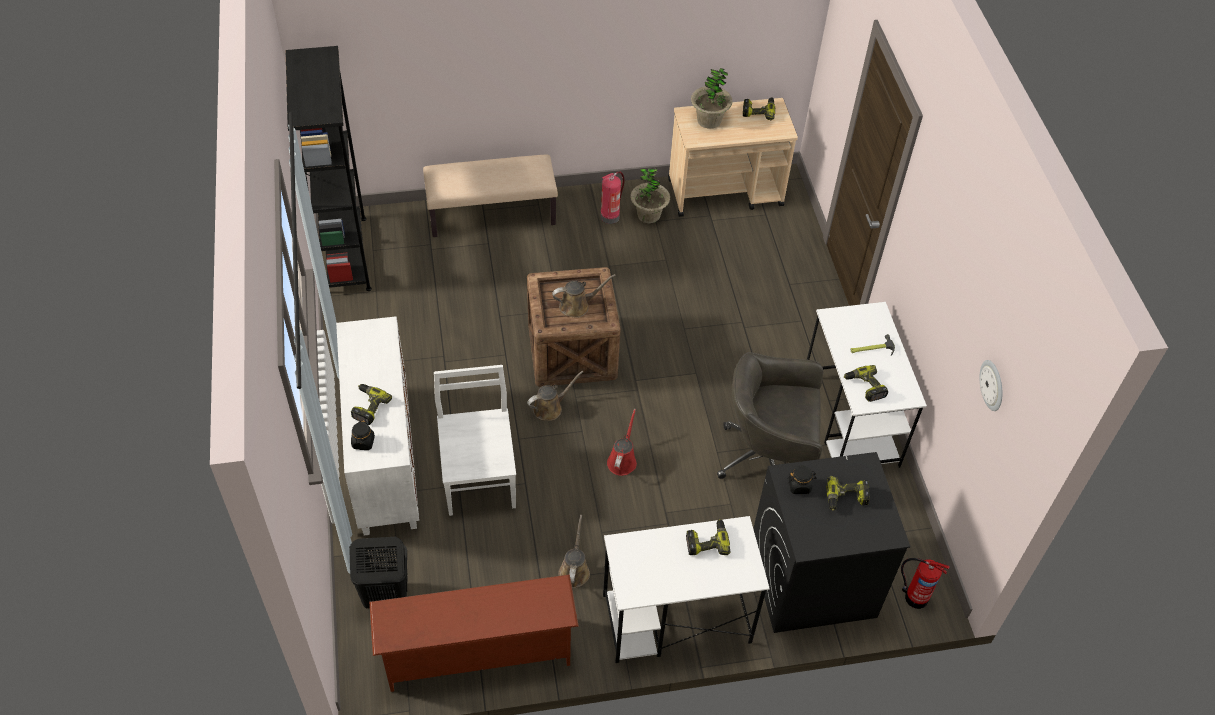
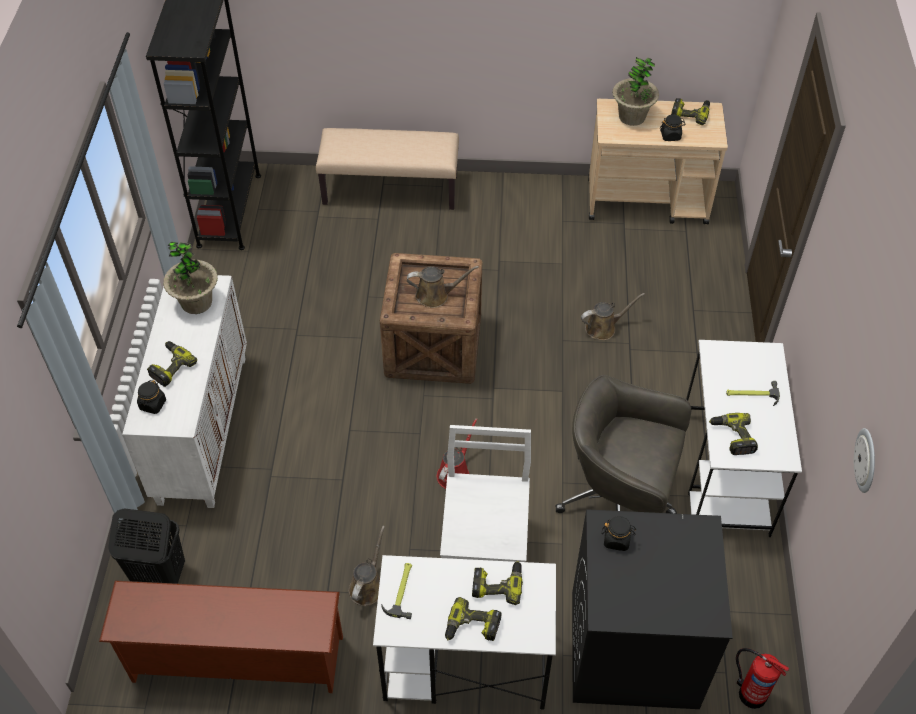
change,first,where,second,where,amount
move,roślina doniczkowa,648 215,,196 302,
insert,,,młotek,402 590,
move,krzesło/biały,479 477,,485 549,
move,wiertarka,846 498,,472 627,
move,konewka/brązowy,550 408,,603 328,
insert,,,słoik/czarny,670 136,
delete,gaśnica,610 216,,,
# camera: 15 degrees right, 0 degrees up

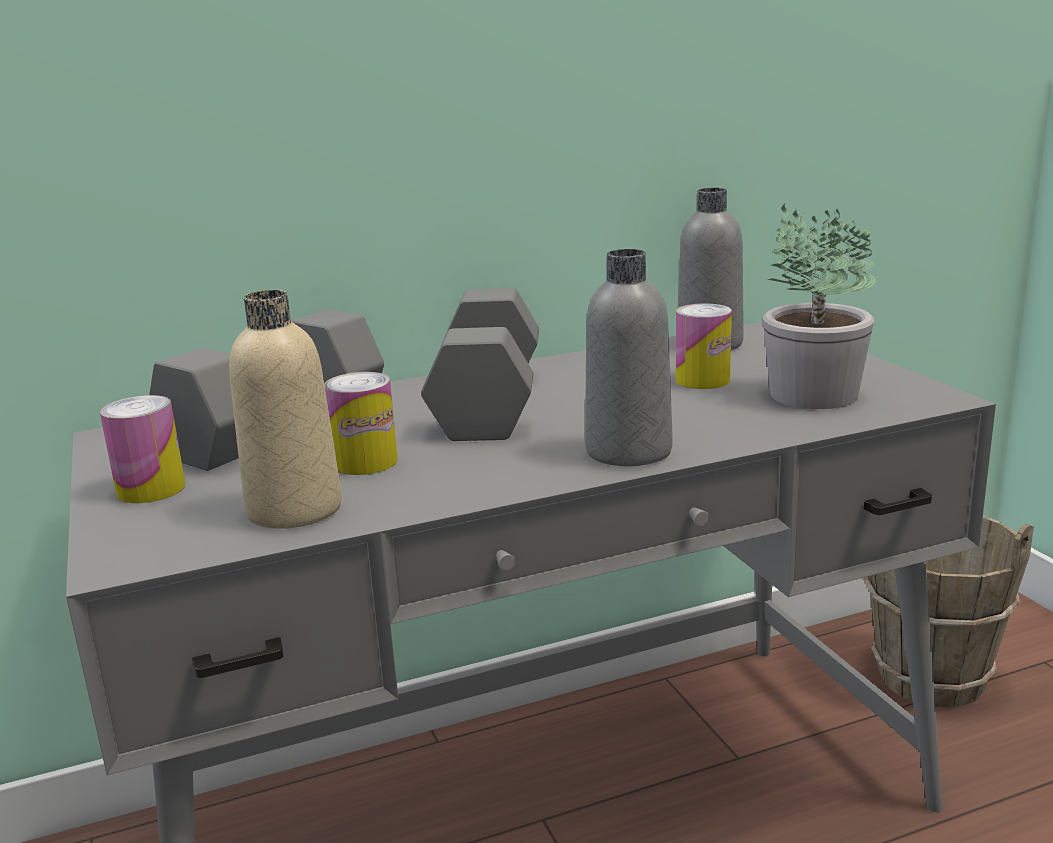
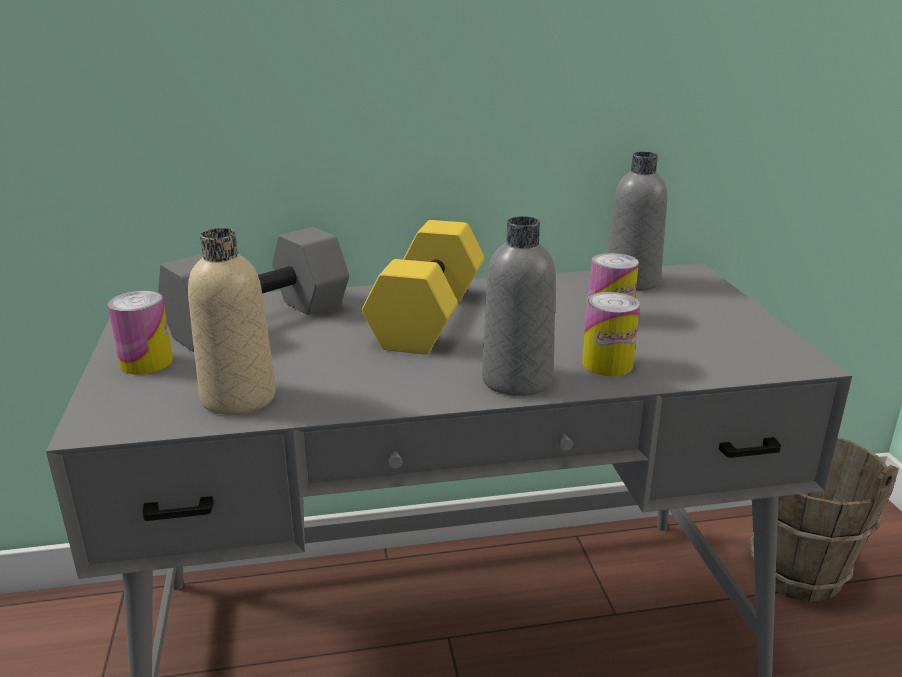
change,first,where,second,where,amount
recolor,hantel/szary,491 403,hantel/żółty,430 318,
move,puszka,365 462,,607 364,
delete,roślina doniczkowa,812 395,,,
# camera: 10 degrees right, 5 degrees up

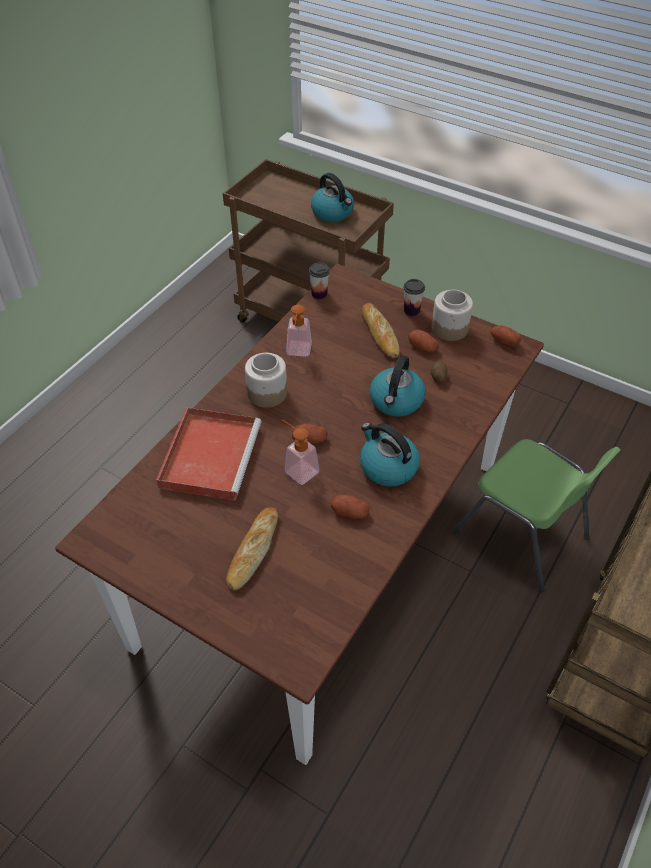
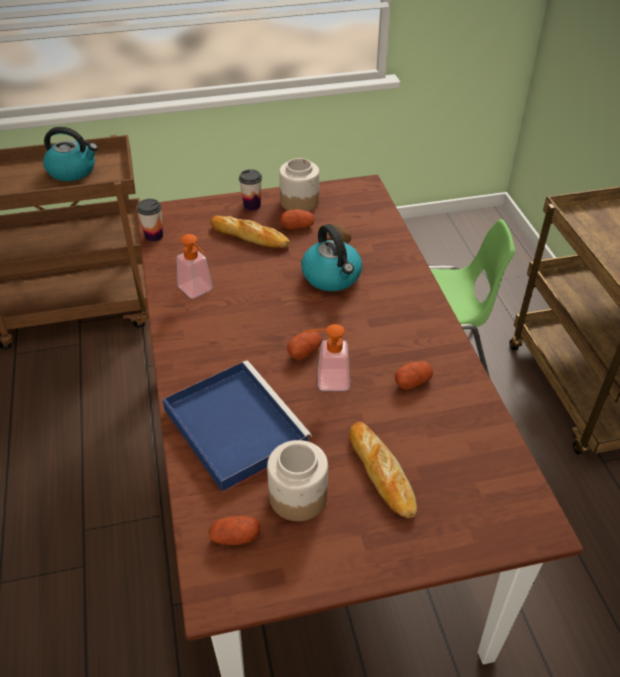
change,first,where,second,where,amount
recolor,taca/czerwony,210 454,taca/niebieski,233 426,
move,ziemniak,504 341,,235 537,
move,słoik,266 393,,297 497,
delete,czajnik,387 467,,,
# camera: 45 degrees left, 5 degrees down

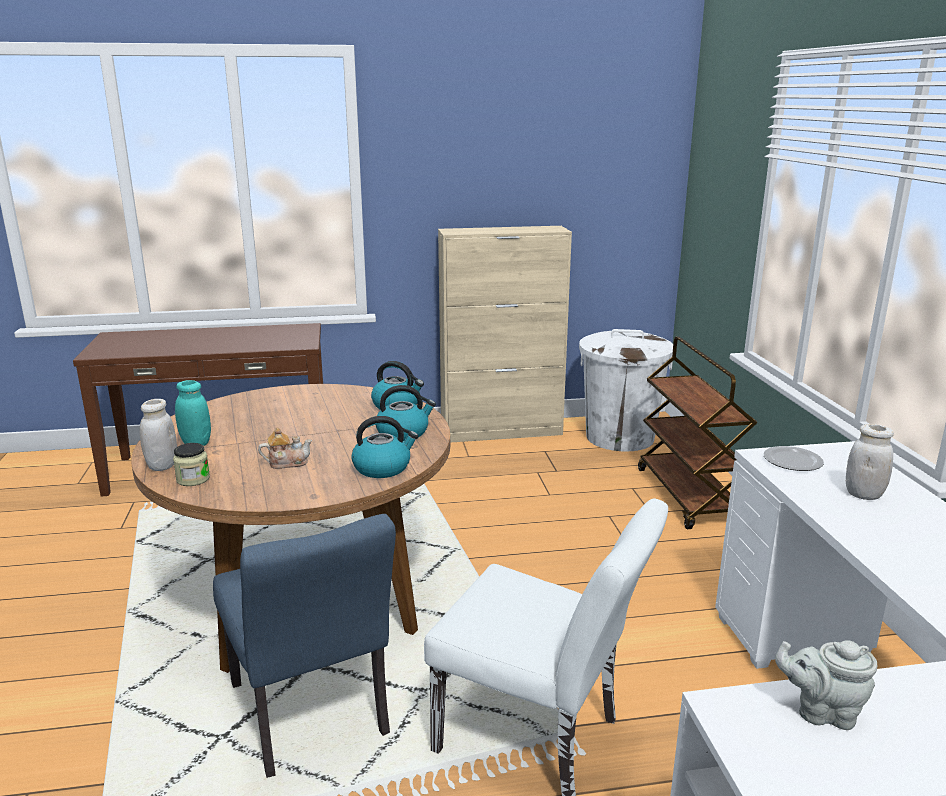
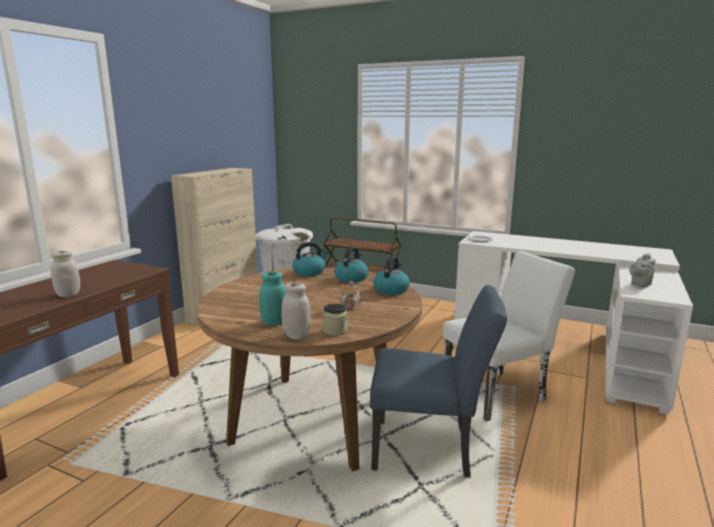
change,first,where,second,where,amount
move,słoik/biały,863 494,,68 294,
# camera: 55 degrees left, 5 degrees down

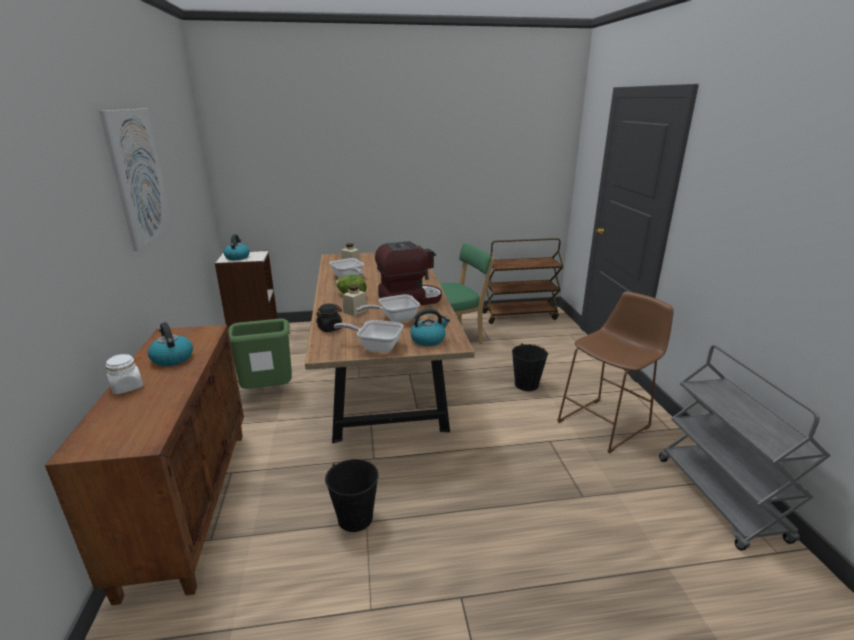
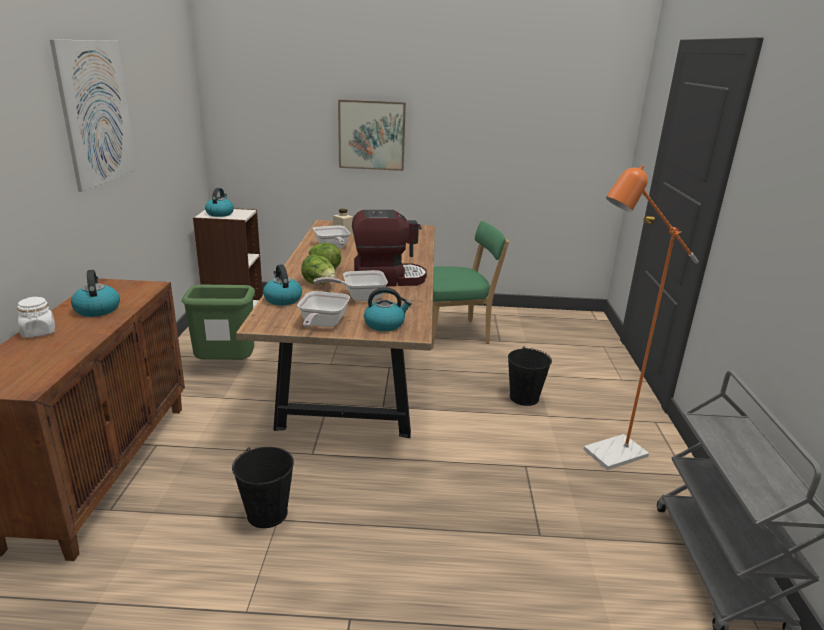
change,first,where,second,where,amount
replace,słoik/czarny,330 328,czajnik,282 299,
rotate,patelnia,376 346,,322 324,105 degrees counterclockwise
replace,słoik/beżowy,355 311,sałata,319 284,
insert,,,obraz,371 135,
replace,stołek/brązowy,607 423,lampa stojąca/pomarańczowy,607 456,
delete,wózek/brązowy,519 315,,,
# camera: 10 degrees right, 0 degrees up

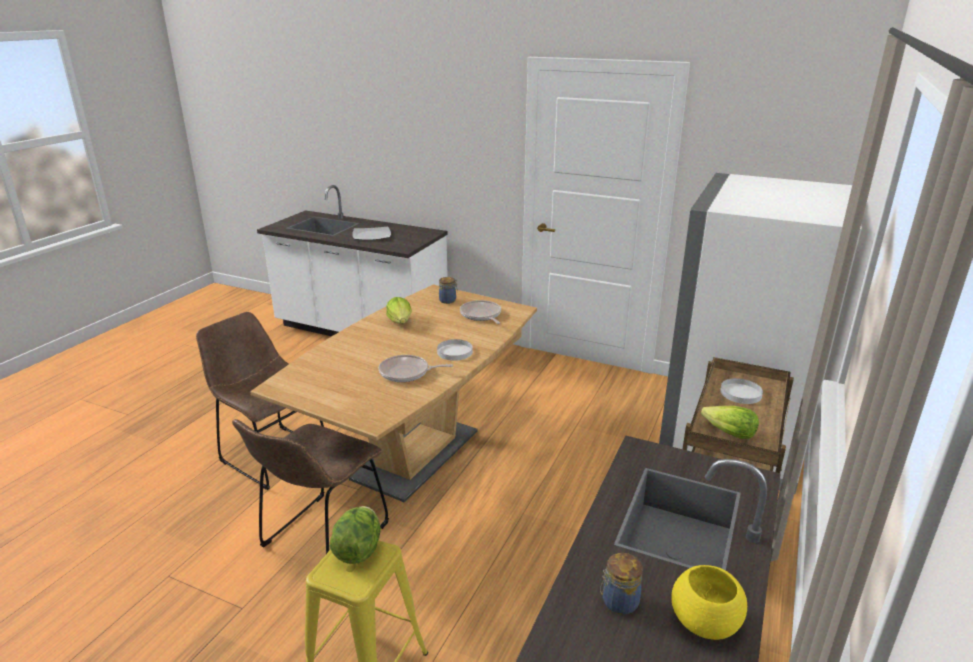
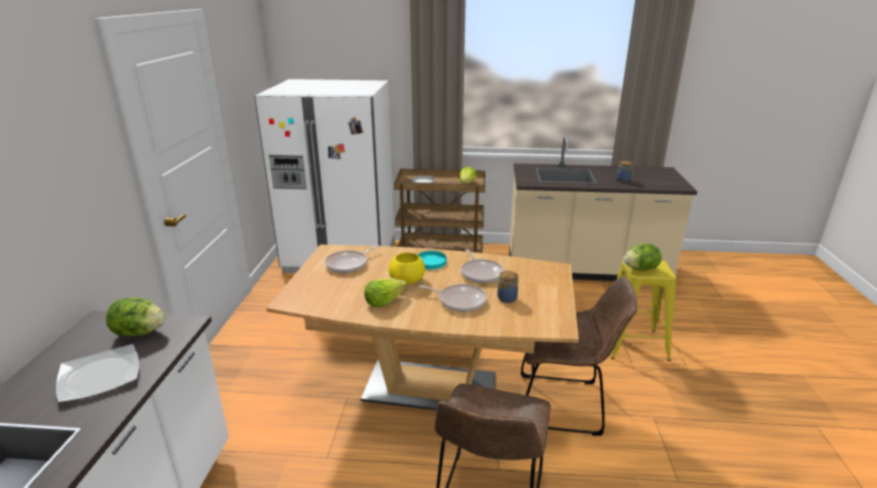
change,first,where,second,where,amount
insert,,,sałata,139 333,
move,miska/żółty,705 622,,407 280,
recolor,talerz/biały,455 352,talerz/turkusowy,431 262,
insert,,,patelnia,459 301,
move,słoik,448 300,,506 298,
# camera: 110 degrees left, 0 degrees up

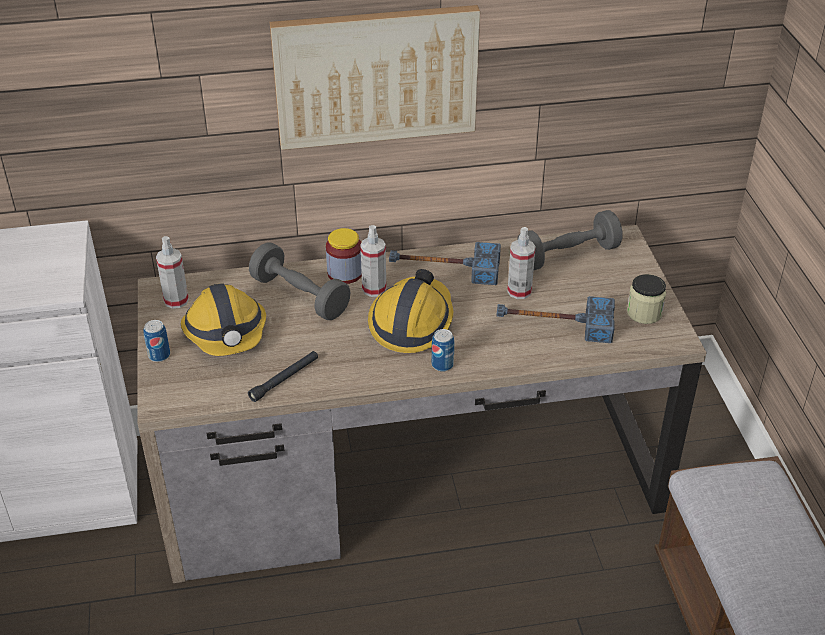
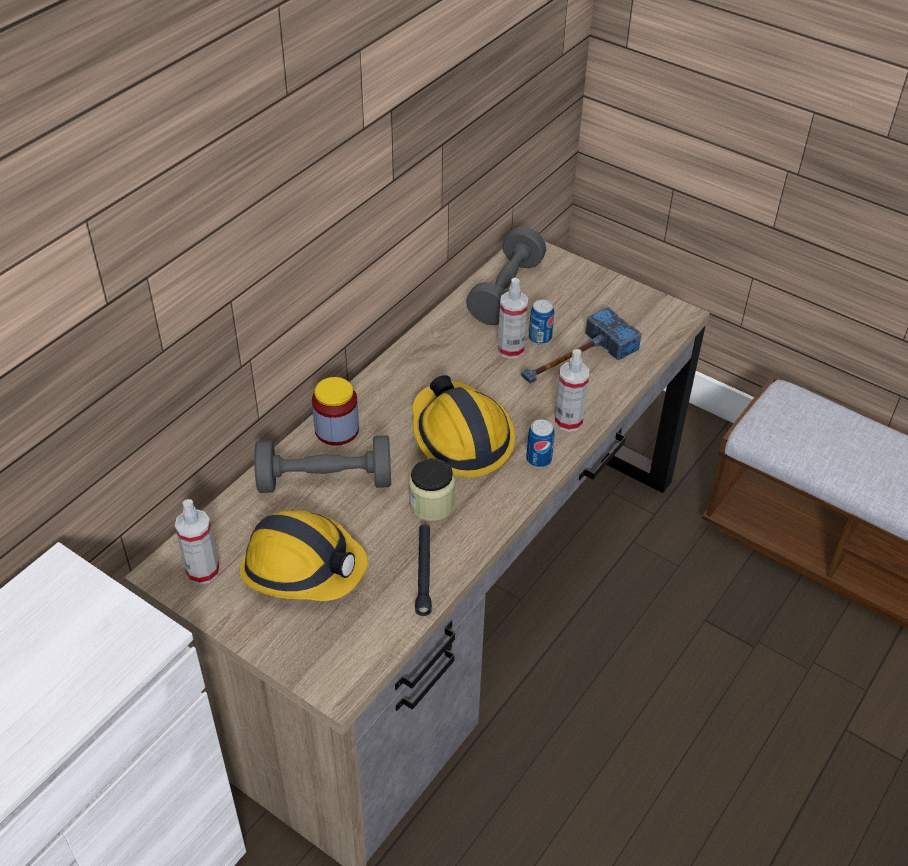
change,first,where,second,where,amount
move,słoik,644 313,,431 505,
move,puszka,159 355,,540 338,
move,spryskiwacz,374 289,,568 421,
delete,obraz,376 76,,,
delete,młotek,444 268,,,
# camera: 45 degrees left, 5 degrees up

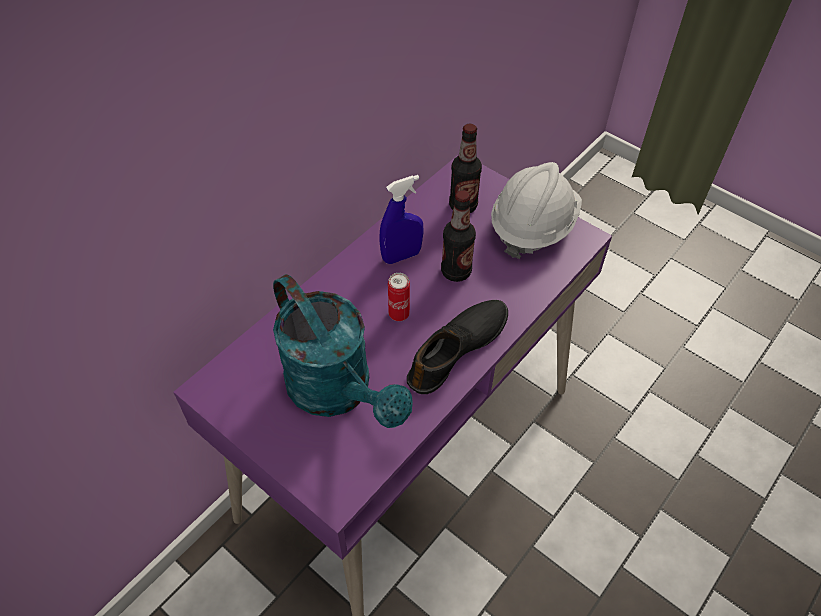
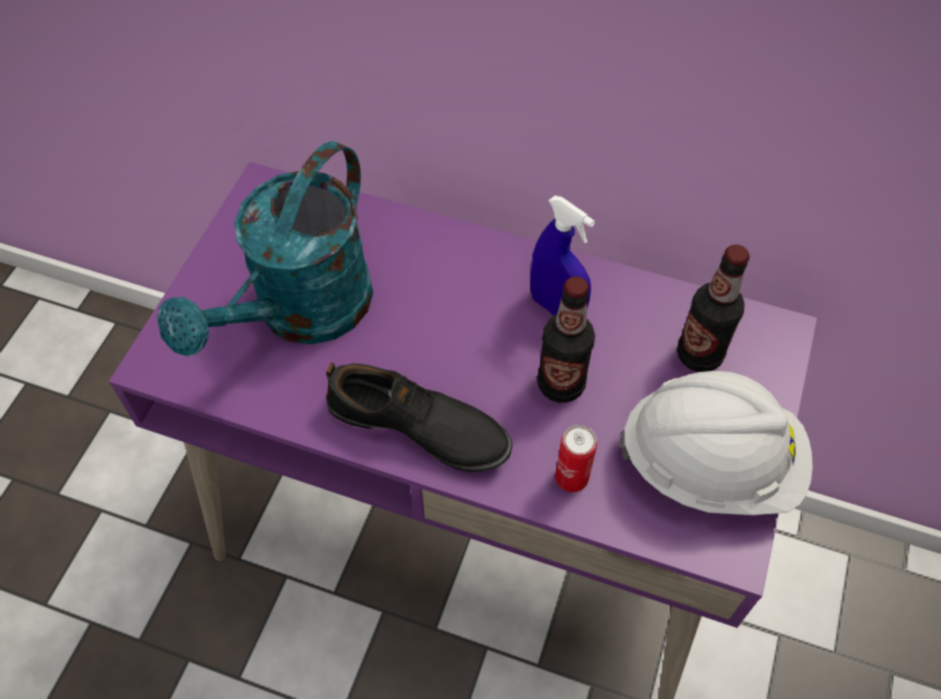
change,first,where,second,where,amount
move,puszka,399 314,,571 478,
# camera: 70 degrees right, 5 degrees up

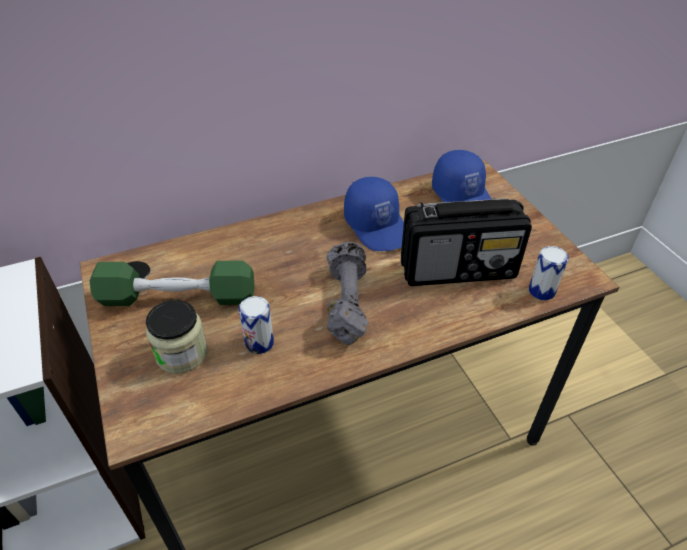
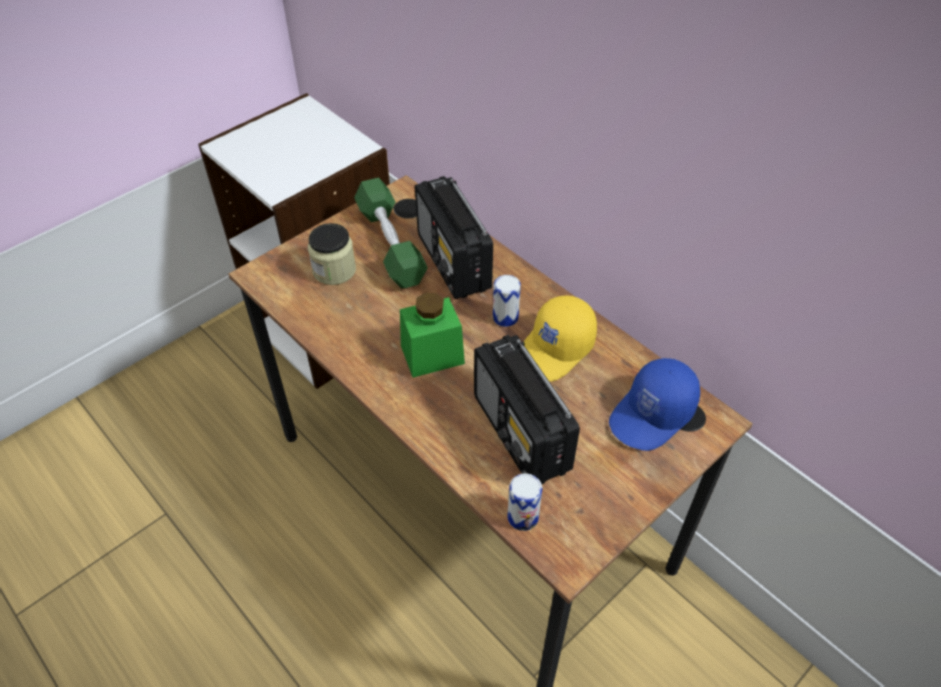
change,first,where,second,where,amount
replace,hantel/szary,346 302,słoik/zielony,432 355,
insert,,,radio,453 262,
move,puszka,259 343,,505 317,
recolor,czapka z daszkiem/niebieski,378 226,czapka z daszkiem/żółty,555 350,
# camera: 70 degrees right, 5 degrees up

